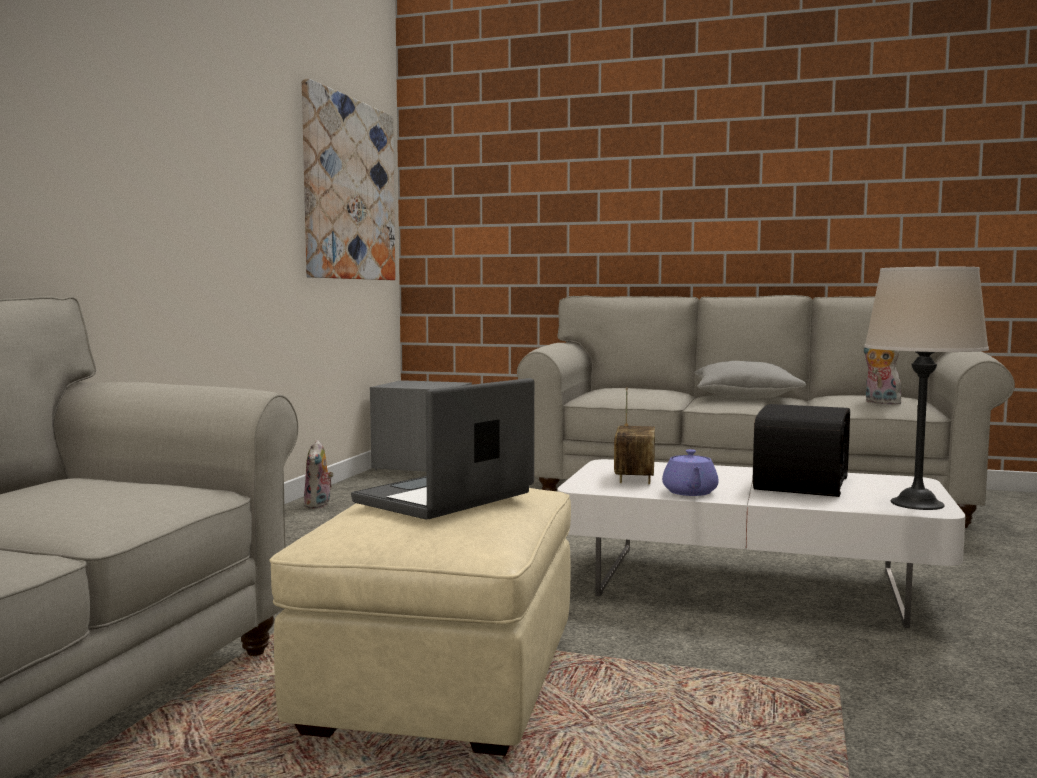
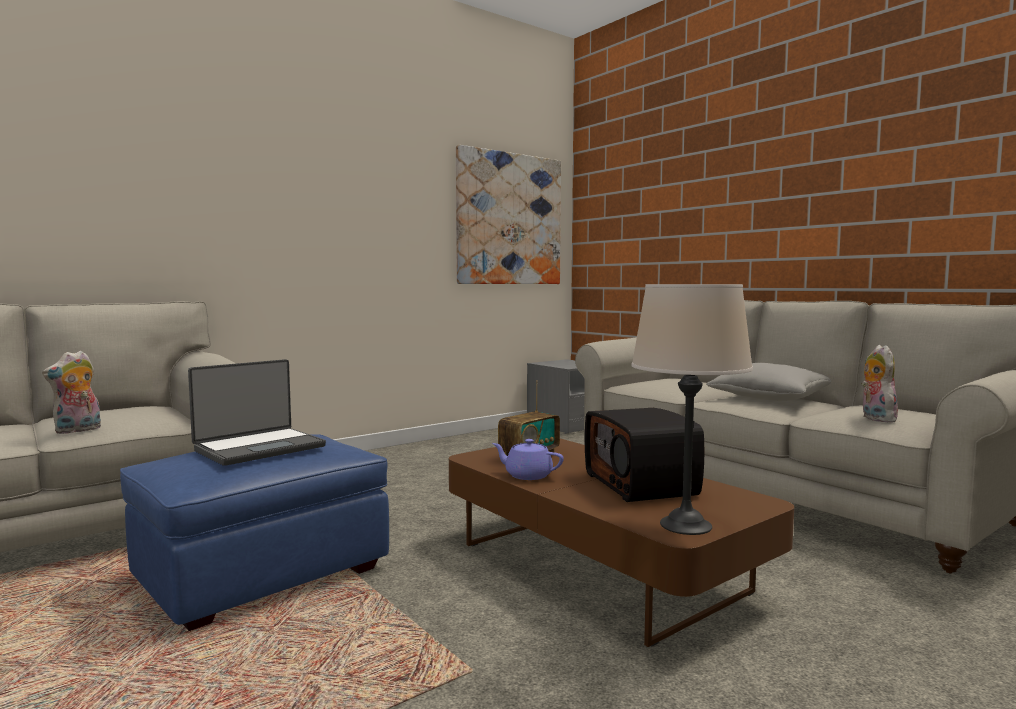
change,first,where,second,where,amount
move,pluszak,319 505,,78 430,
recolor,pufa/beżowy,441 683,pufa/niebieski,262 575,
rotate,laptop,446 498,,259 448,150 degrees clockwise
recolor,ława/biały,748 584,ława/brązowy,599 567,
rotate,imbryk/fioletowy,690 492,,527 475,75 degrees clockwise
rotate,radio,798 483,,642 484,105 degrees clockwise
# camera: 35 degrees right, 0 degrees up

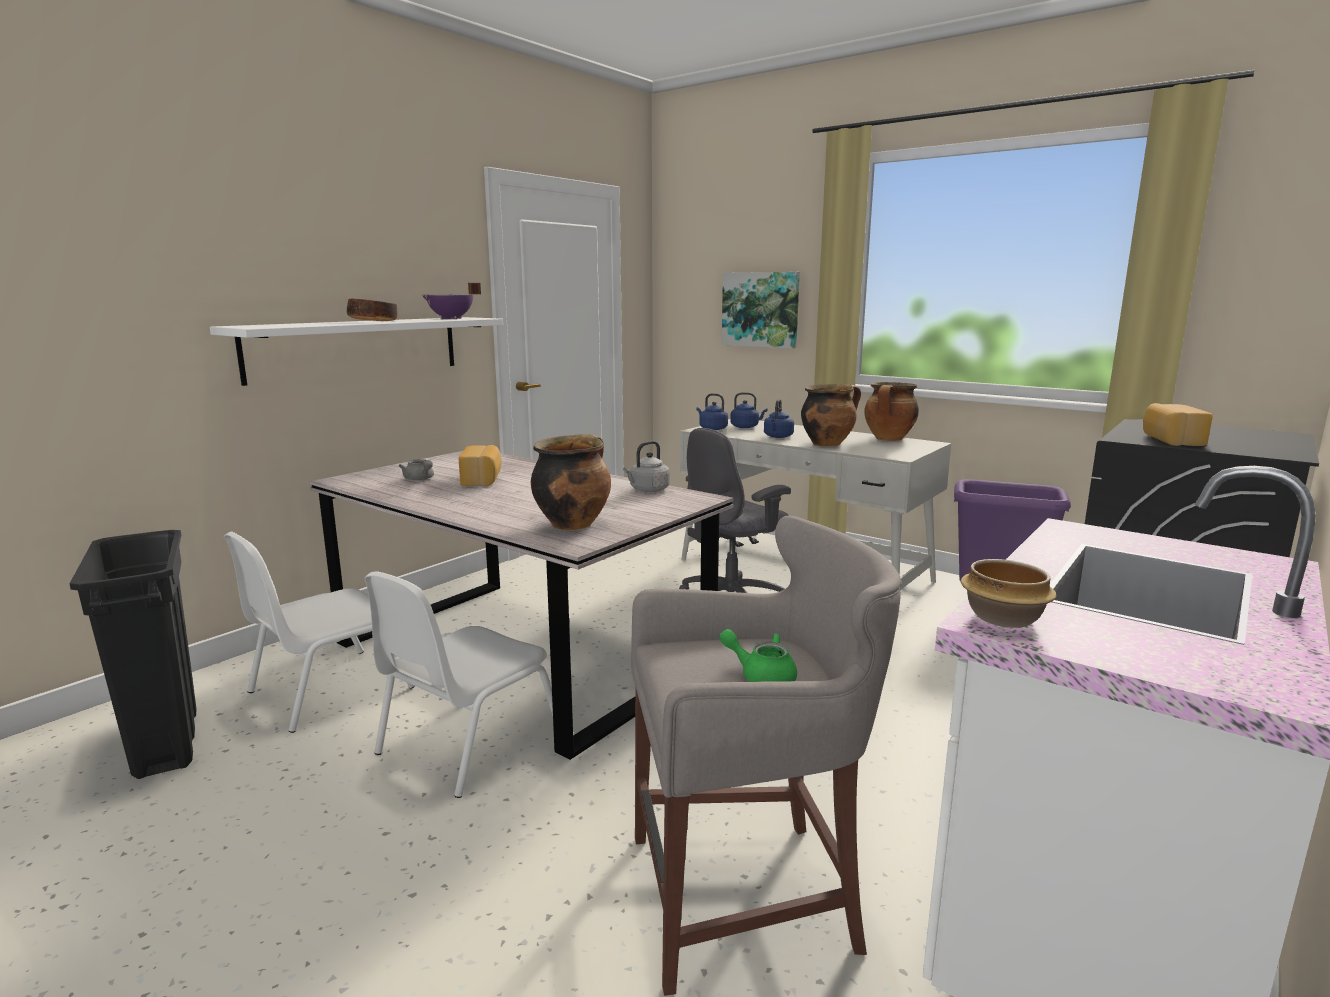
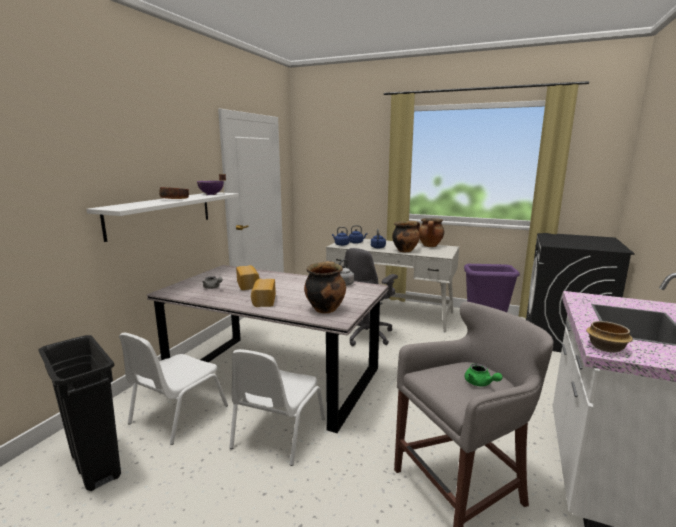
change,first,where,second,where,amount
move,chleb,1170 440,,263 301,
rotate,imbryk/zielony,761 676,,480 383,135 degrees counterclockwise
delete,obraz,760 309,,,
# camera: 15 degrees left, 0 degrees up

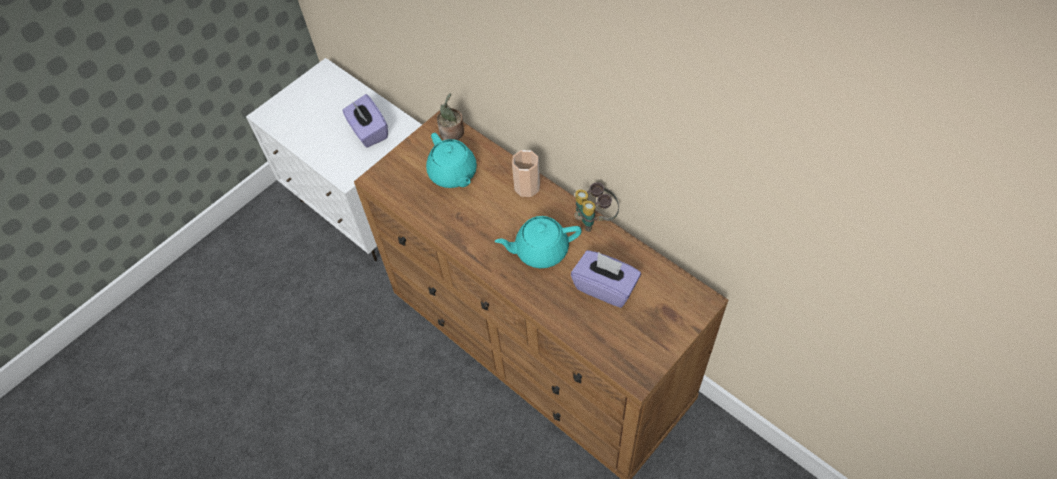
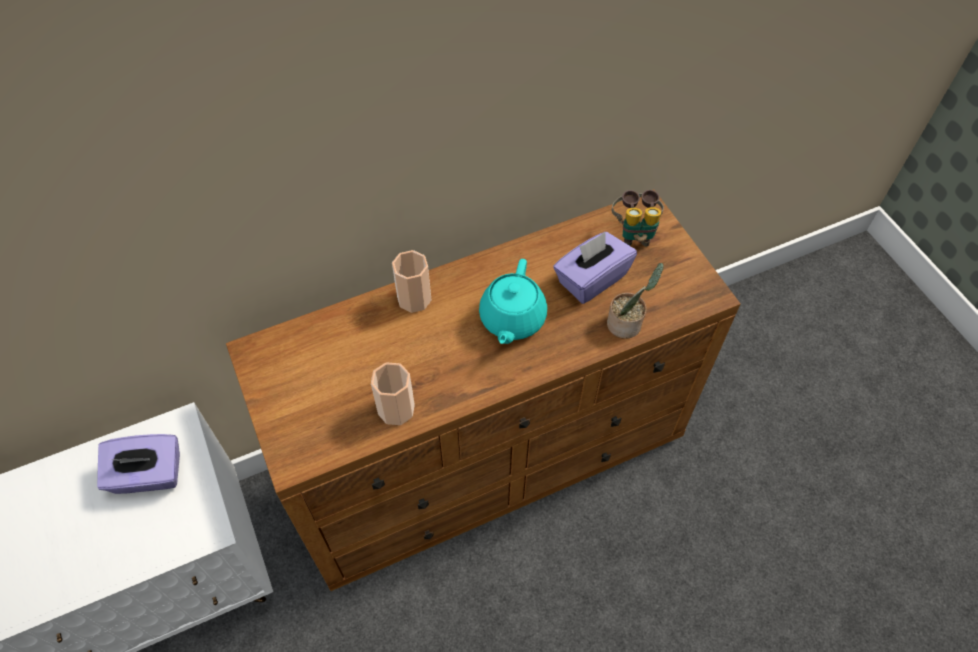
change,first,where,second,where,amount
insert,,,filiżanka,396 409,
move,roślina doniczkowa,452 133,,626 324,
move,lornetka,594 219,,634 233,
delete,imbryk/turkusowy,453 174,,,
# camera: 70 degrees left, 0 degrees up

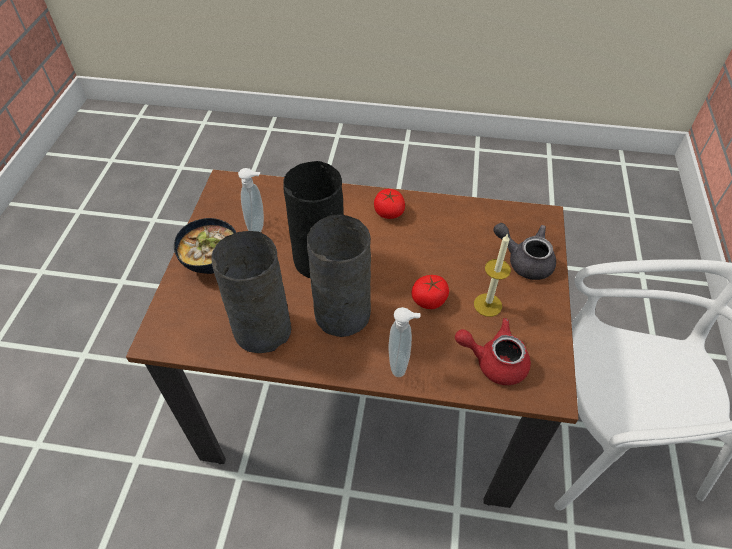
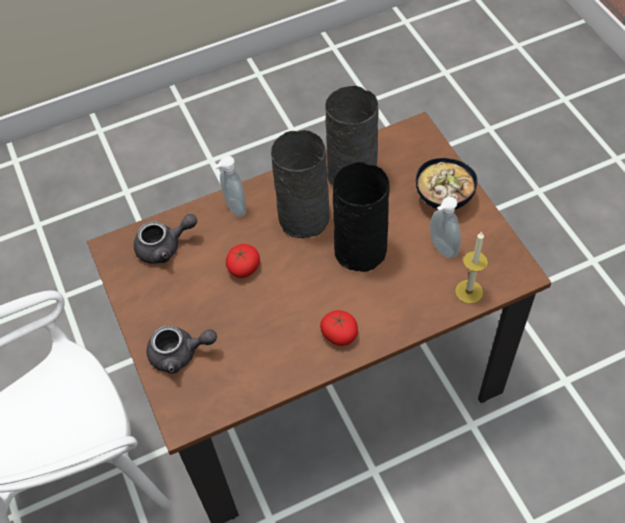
change,first,where,second,where,amount
recolor,imbryk/czerwony,494 361,imbryk/szary,165 247,
move,świeca,487 305,,469 291,
# camera: 150 degrees right, 5 degrees up

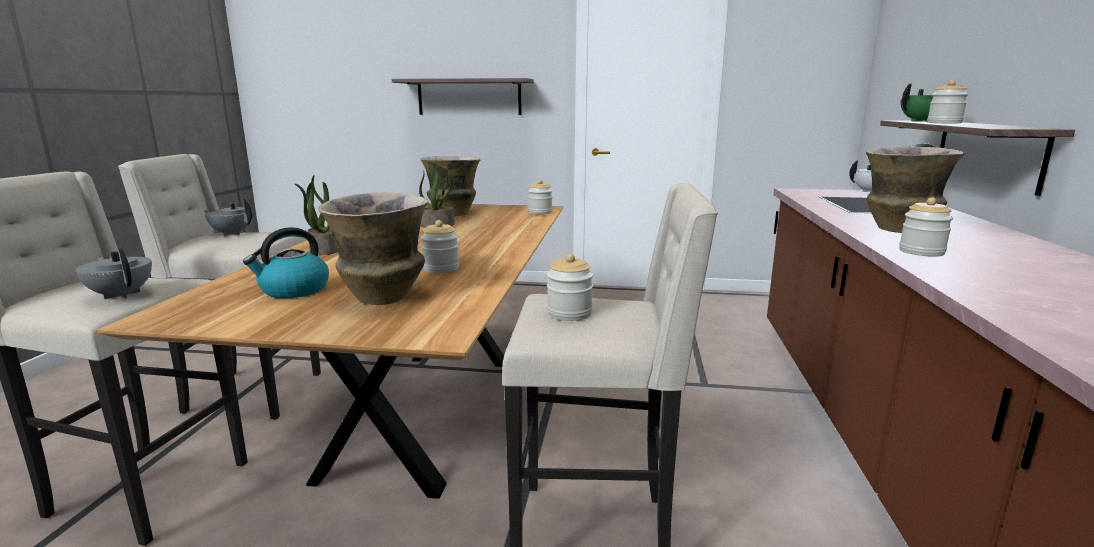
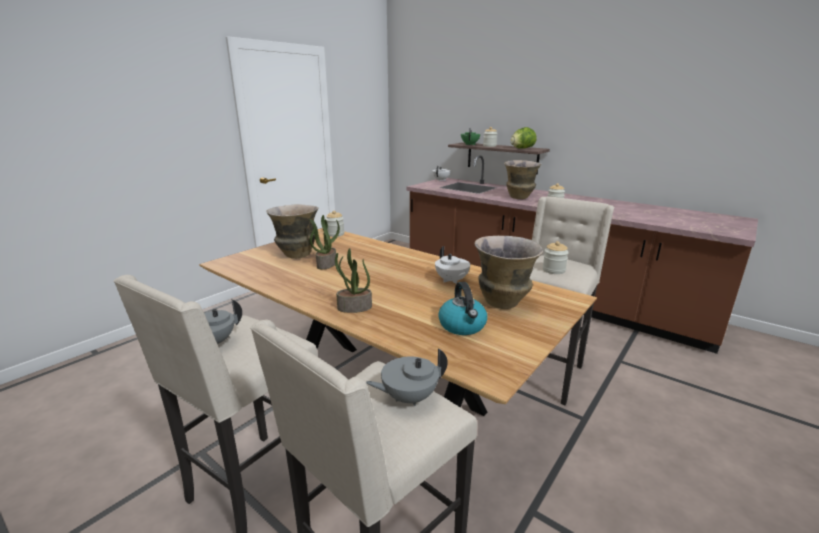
change,first,where,second,where,amount
replace,słoik,441 268,imbryk/biały,451 281,
insert,,,sałata,522 148,
delete,półka,469 97,,,
# camera: 60 degrees left, 5 degrees up

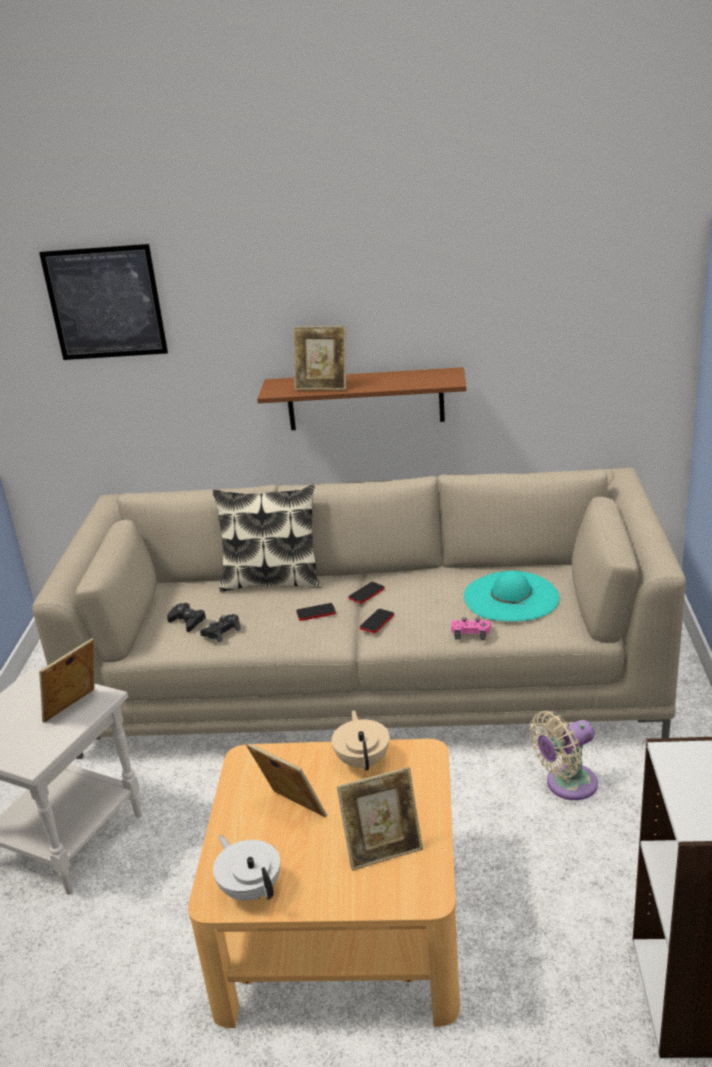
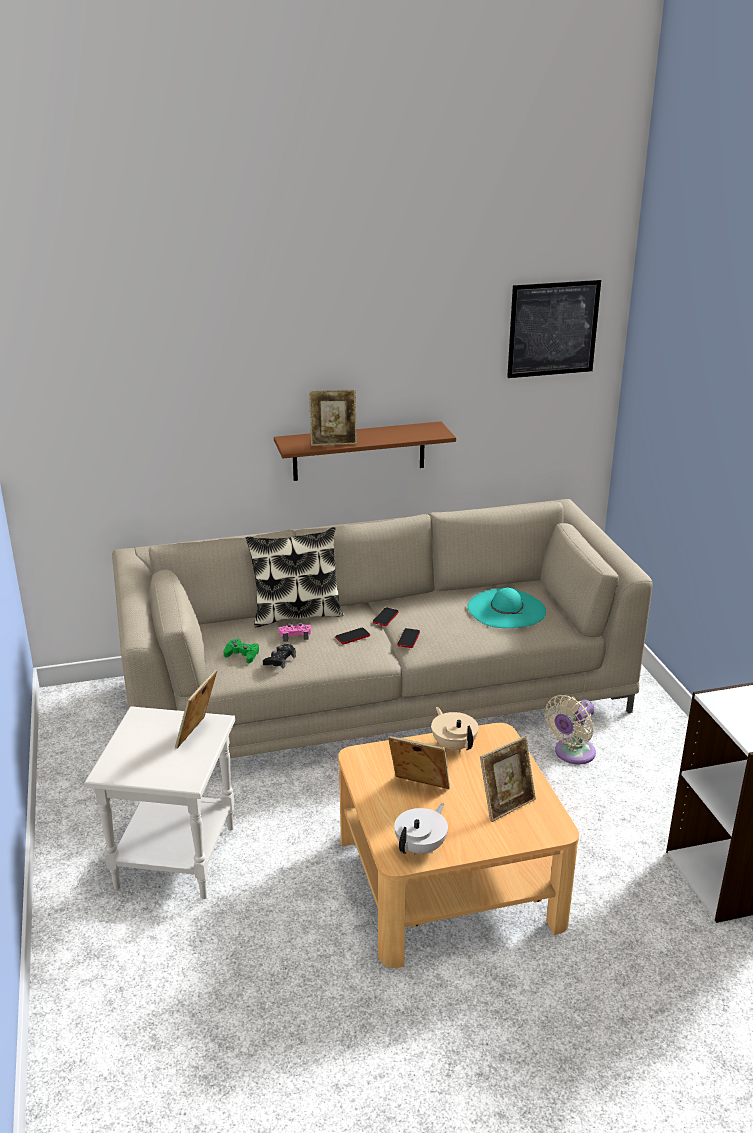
change,first,where,second,where,amount
recolor,pad do gier/czarny,187 621,pad do gier/zielony,242 654,
move,pad do gier/różowy,471 632,,295 635,
rotate,imbryk/biały,251 888,,421 847,90 degrees clockwise
move,obraz,105 303,,553 329,
# camera: 20 degrees left, 0 degrees up

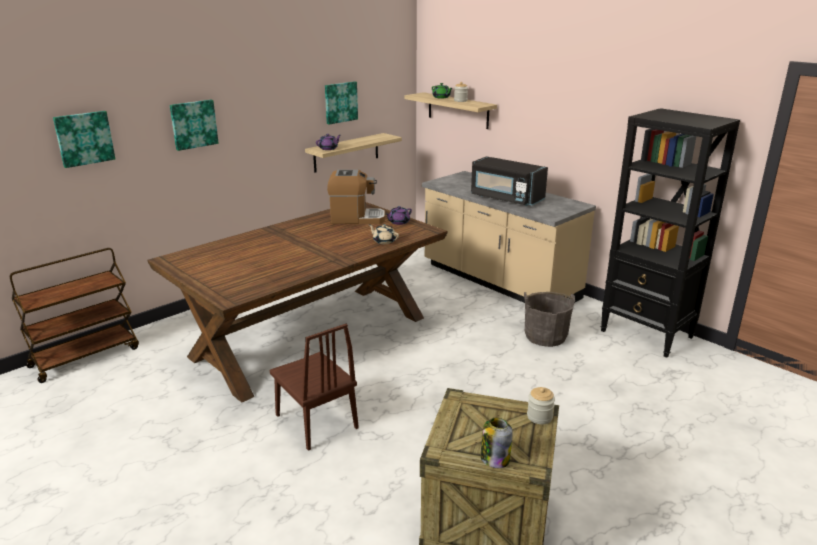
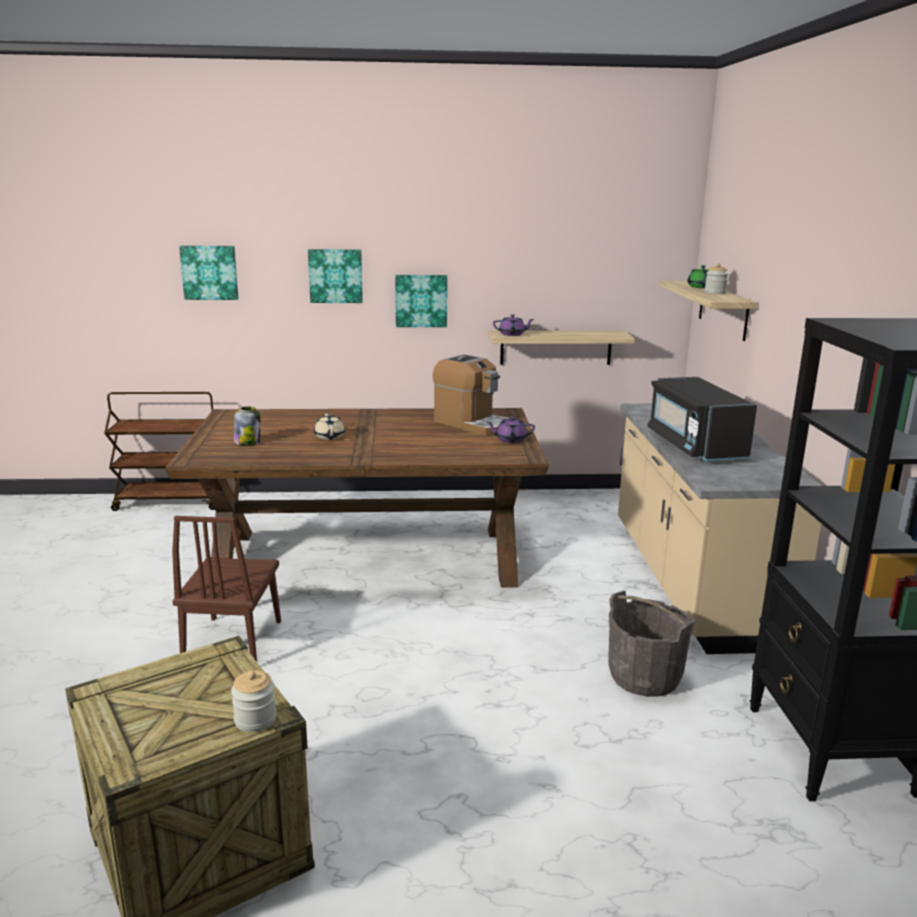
change,first,where,second,where,amount
move,słoik,494 458,,247 442,
move,imbryk/beżowy,384 241,,329 436,
move,obraz,340 102,,421 300,
# camera: 40 degrees right, 5 degrees down

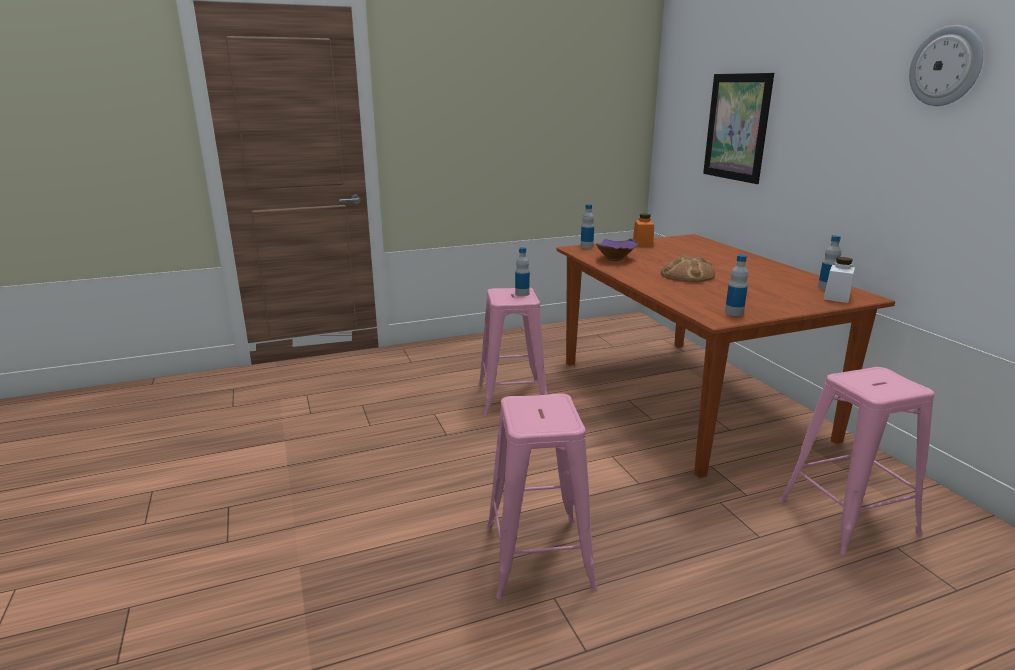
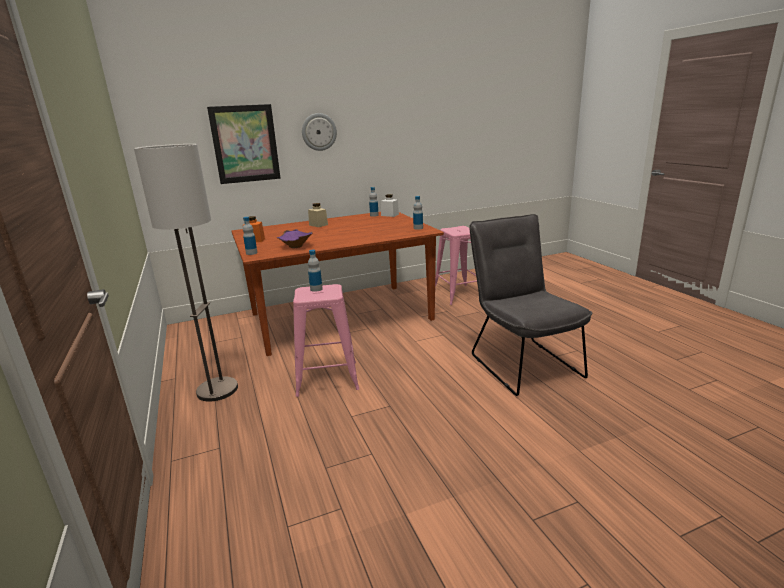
change,first,where,second,where,amount
insert,,,lampa stojąca,217 390,
move,zegar ścienny,946 66,,319 132,
insert,,,słoik/beżowy,318 225,
replace,stołek/różowy,538 556,krzesło/szary,521 362,
delete,chleb,687 275,,,
# camera: 90 degrees left, 0 degrees up

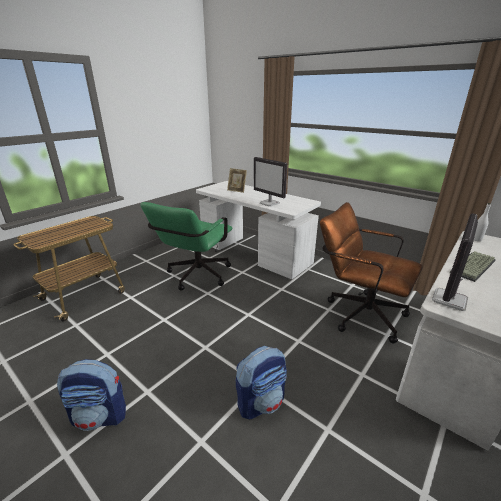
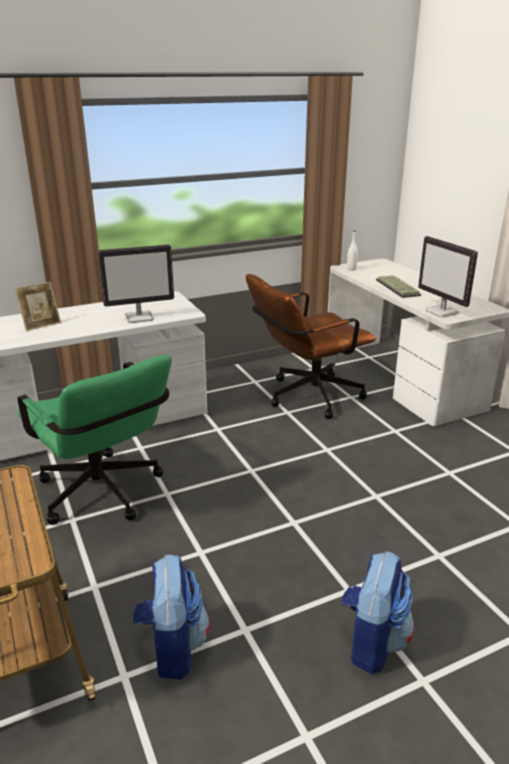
change,first,where,second,where,amount
move,plecak,261 402,,172 647,
# camera: 65 degrees left, 0 degrees up

